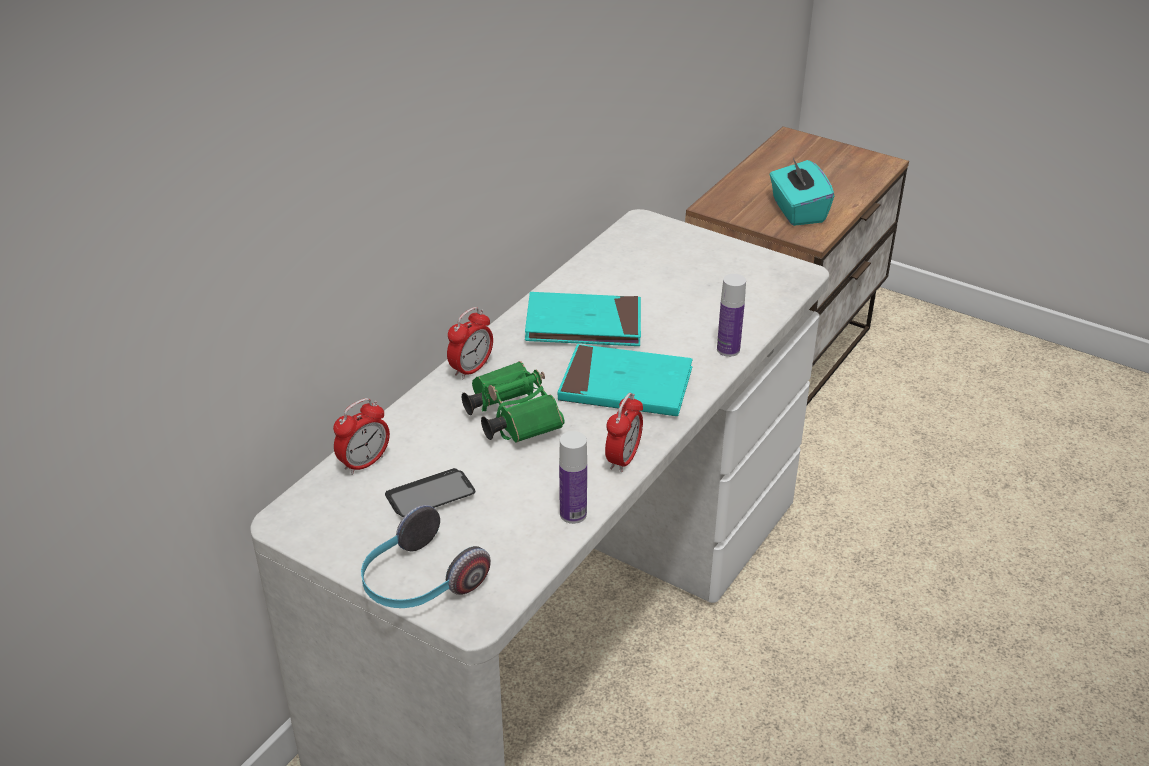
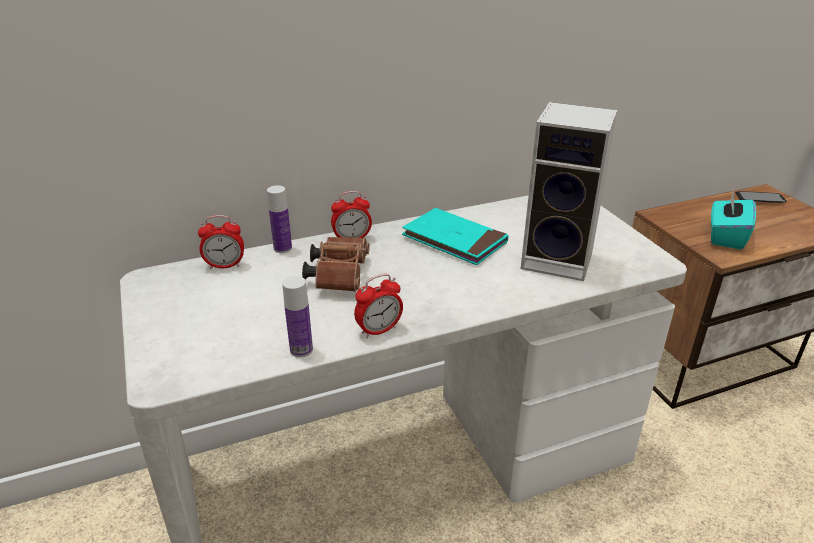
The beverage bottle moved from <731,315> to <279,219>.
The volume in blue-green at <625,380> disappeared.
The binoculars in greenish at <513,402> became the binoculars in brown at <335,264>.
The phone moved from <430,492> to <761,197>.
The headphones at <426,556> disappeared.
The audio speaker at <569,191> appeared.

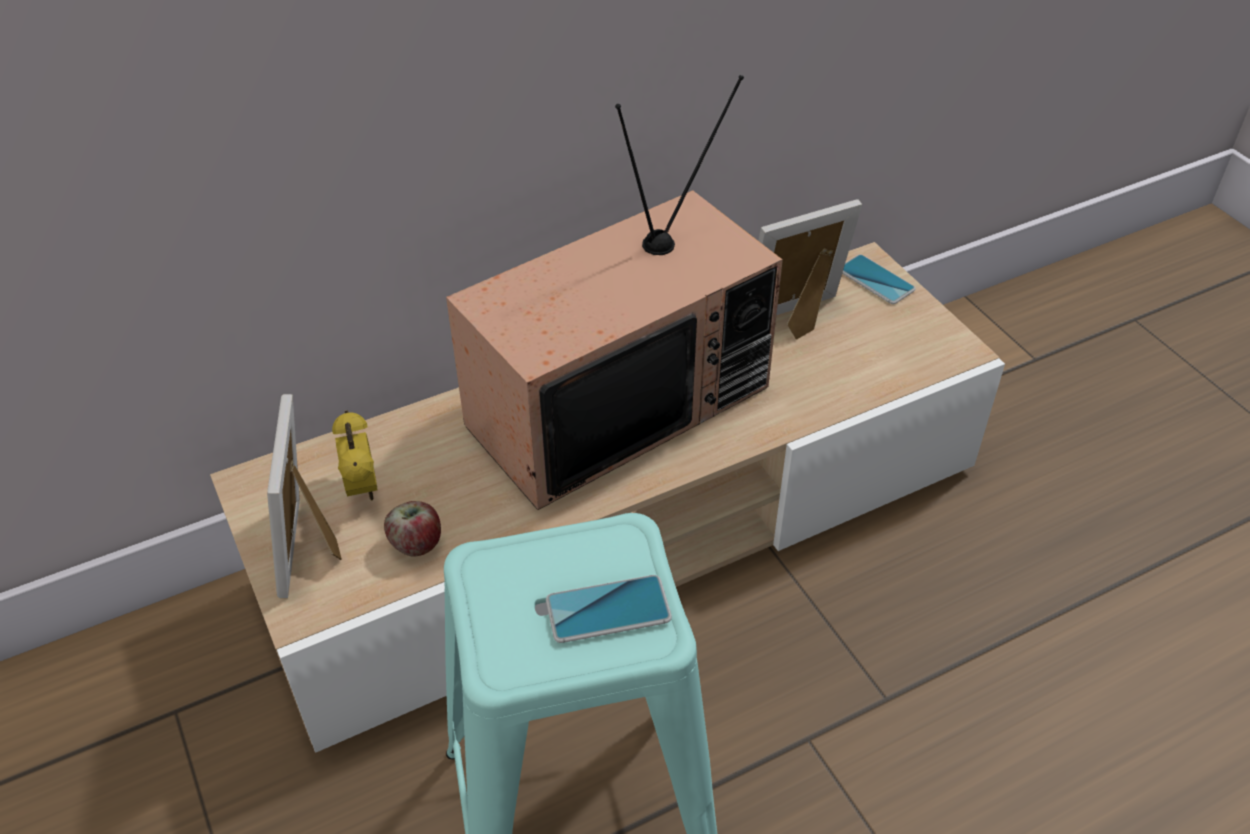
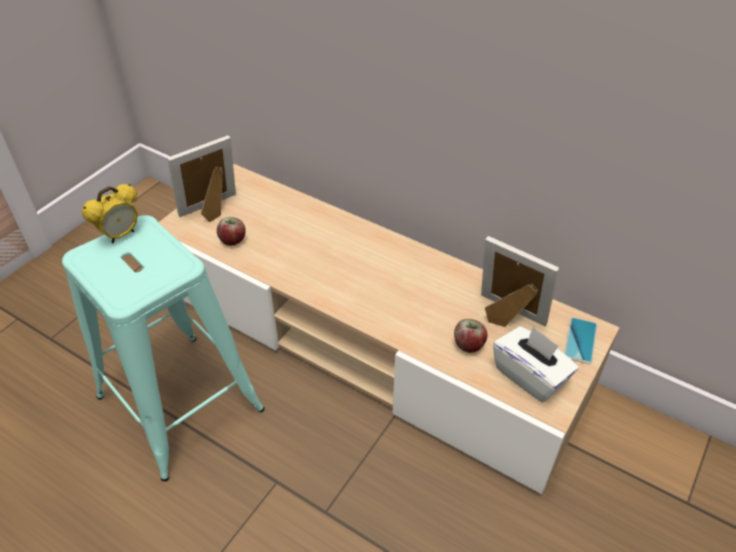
The TV set at <614,292> disappeared.
The alarm clock moved from <355,455> to <110,213>.
The phone at <609,609> disappeared.
The whole apple at <470,336> appeared.
The tissue box in white-coloured at <535,364> appeared.

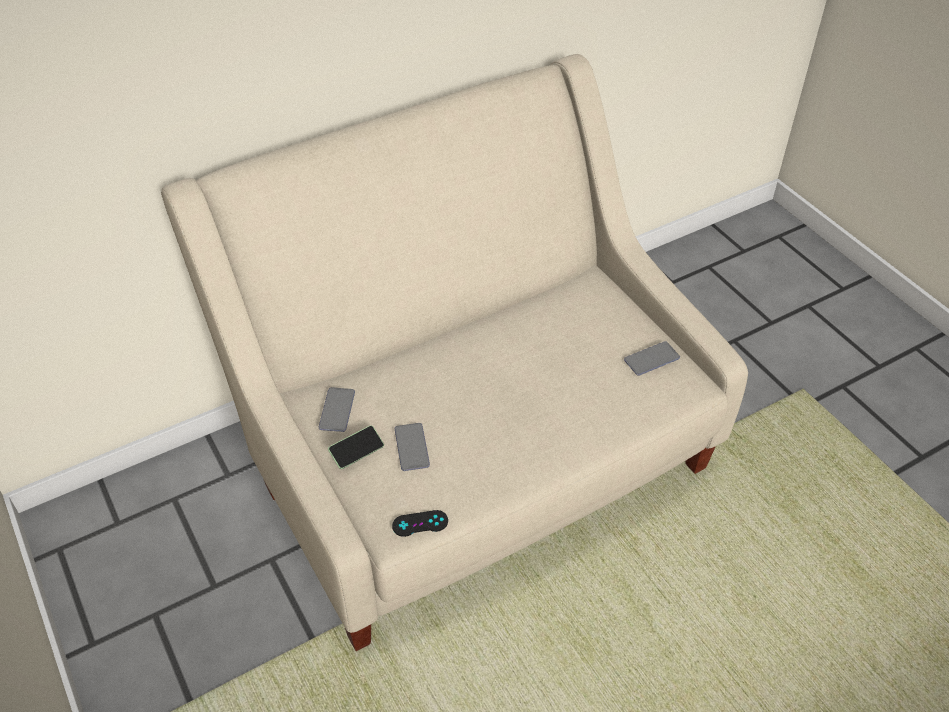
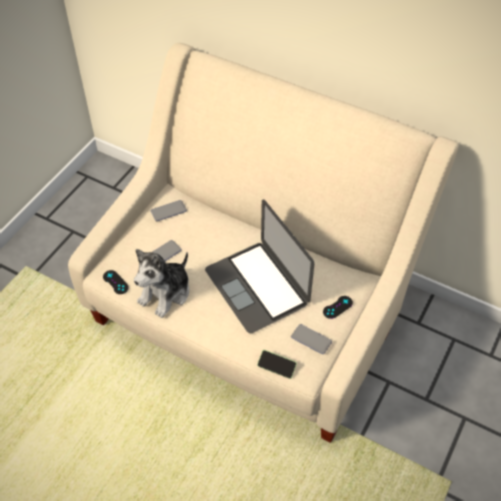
The phone moved from <356,447> to <277,364>.
The notebook computer at <259,266> appeared.
The cuddly toy at <161,283> appeared.
The game controller in blackish at <338,307> appeared.

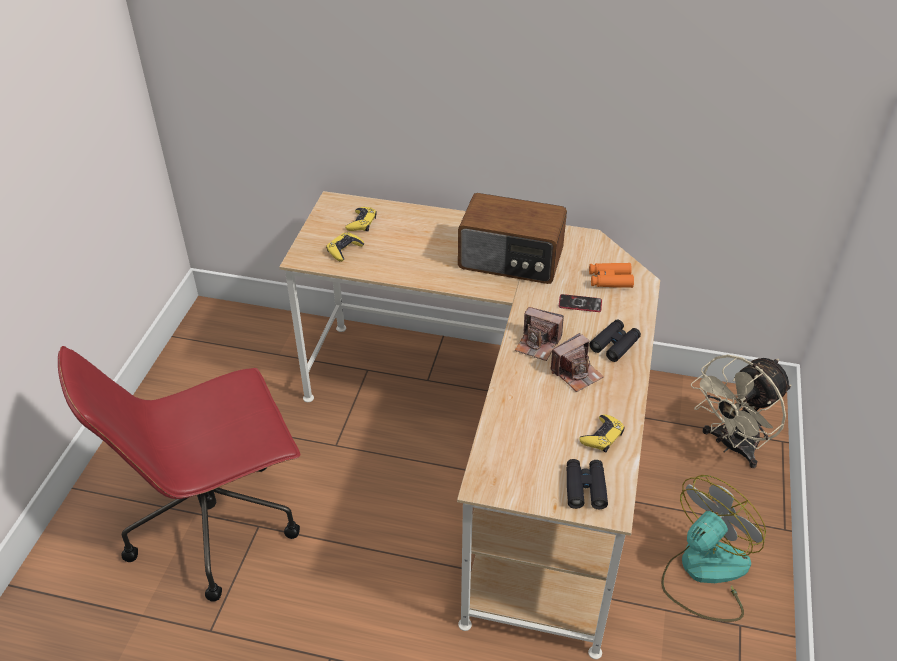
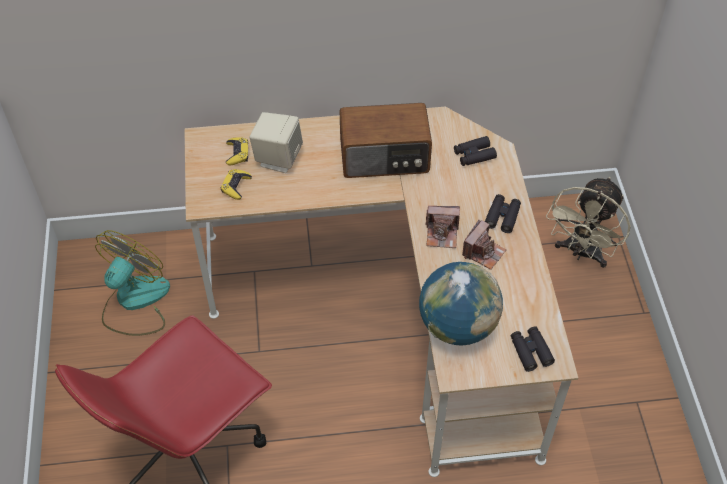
The binoculars in orange at <611,275> became the binoculars in blackish at <475,151>.
The phone at <580,303> disappeared.
The game controller in yellow-coloured at <602,433> disappeared.
The electric fan moved from <713,548> to <132,283>.
The audio speaker in beige-coloured at <276,142> appeared.
The world globe at <461,303> appeared.

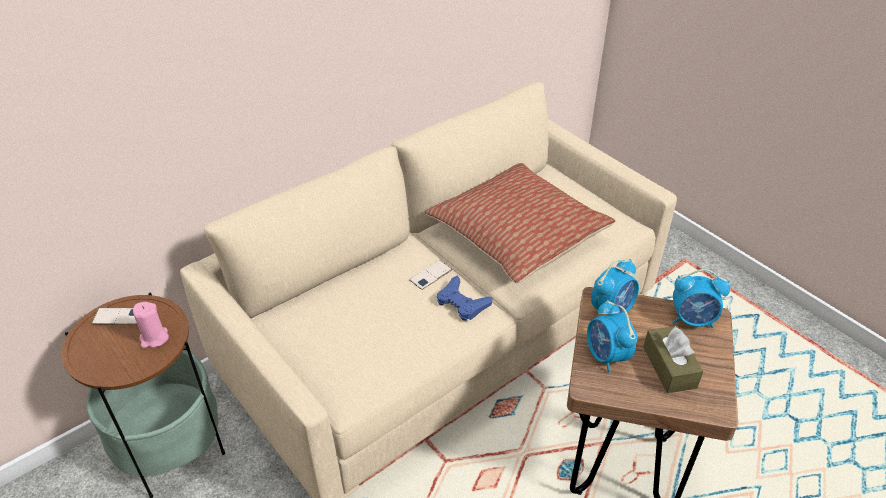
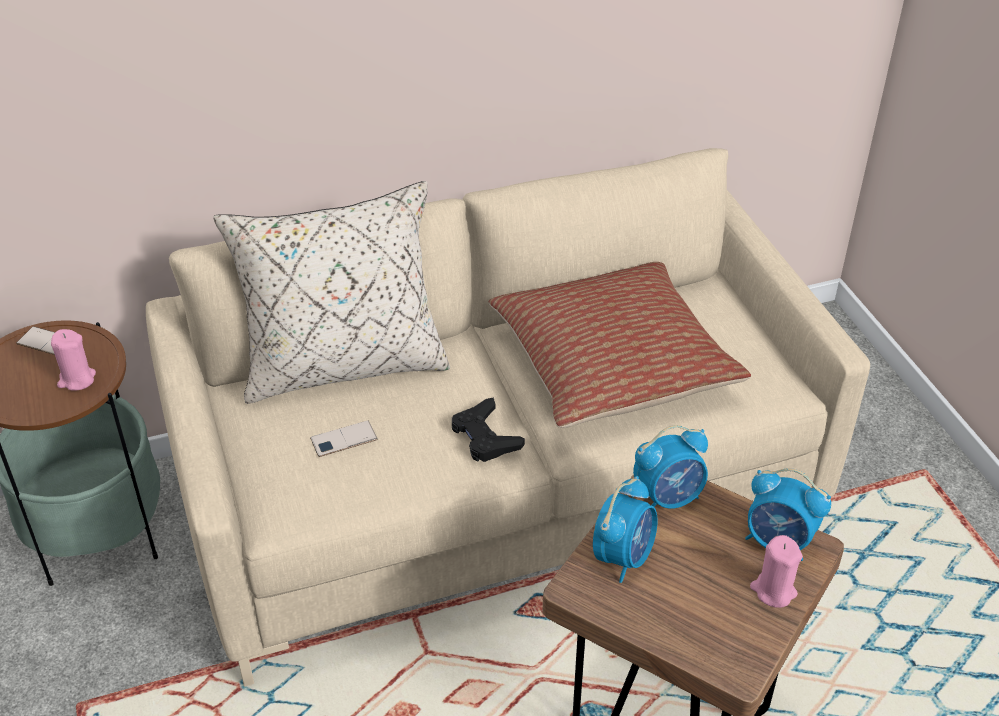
The phone moved from <430,275> to <344,439>.
The game controller in blue-coloured at <464,298> became the game controller in blackish at <488,429>.
The alarm clock at <612,336> turned 150 degrees counterclockwise.
The tissue box in brown at <673,359> disappeared.
The pillow in beige-coloured at <331,292> appeared.
The wax candle in pink at <776,571> appeared.

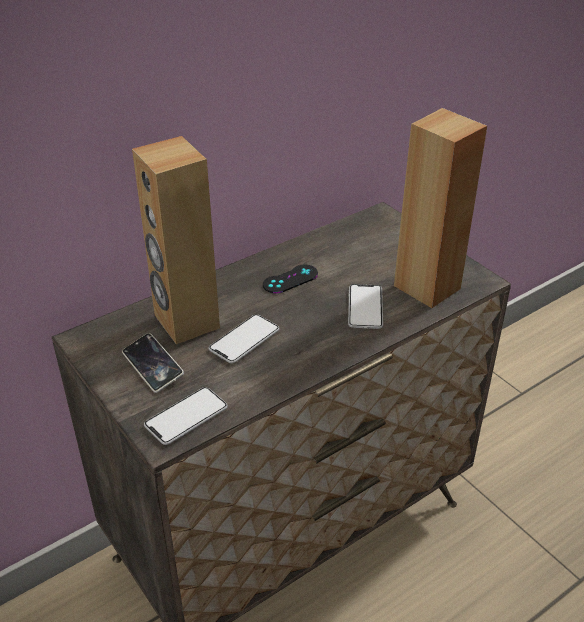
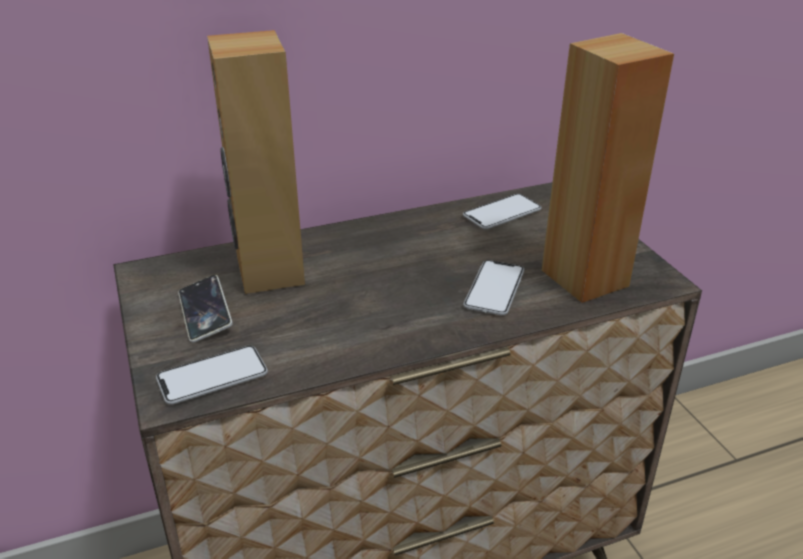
The game controller in blackish at <290,279> disappeared.
The phone moved from <244,338> to <502,211>.

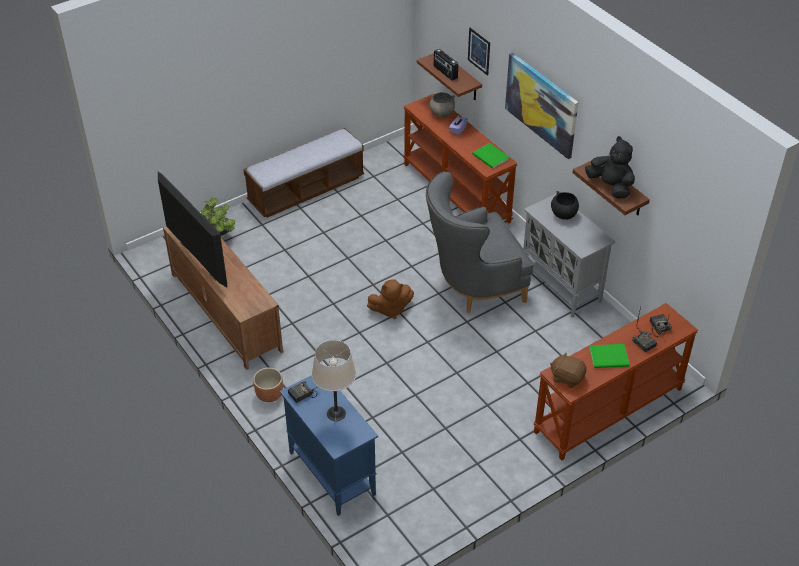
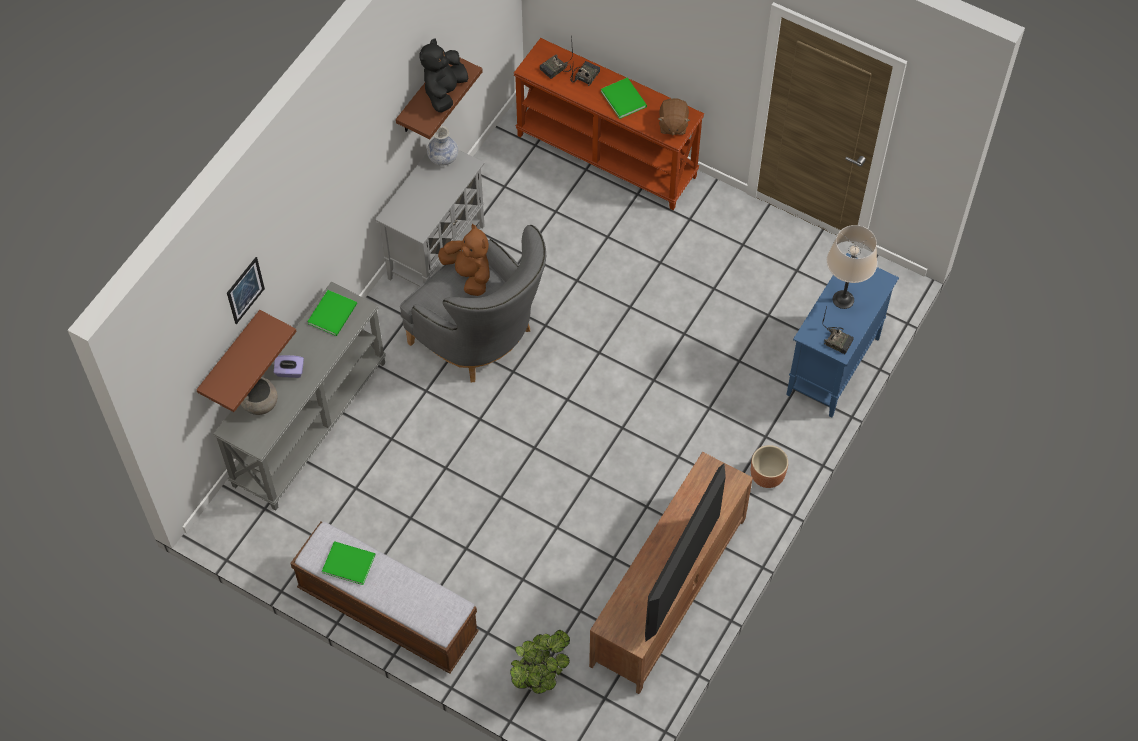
The radio set at <445,65> disappeared.
The wall picture at <541,106> disappeared.
The hall table in brown at <460,159> became the hall table in gray at <300,396>.
The deep dish in blackish at <565,205> disappeared.
The cuddly toy in brown moved from <390,299> to <464,260>.
The flower vase at <442,145> appeared.
The volume in greenish at <348,563> appeared.

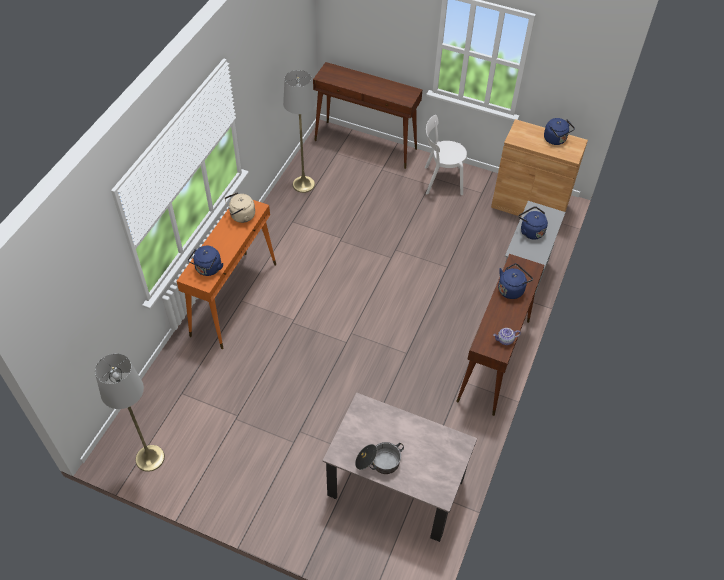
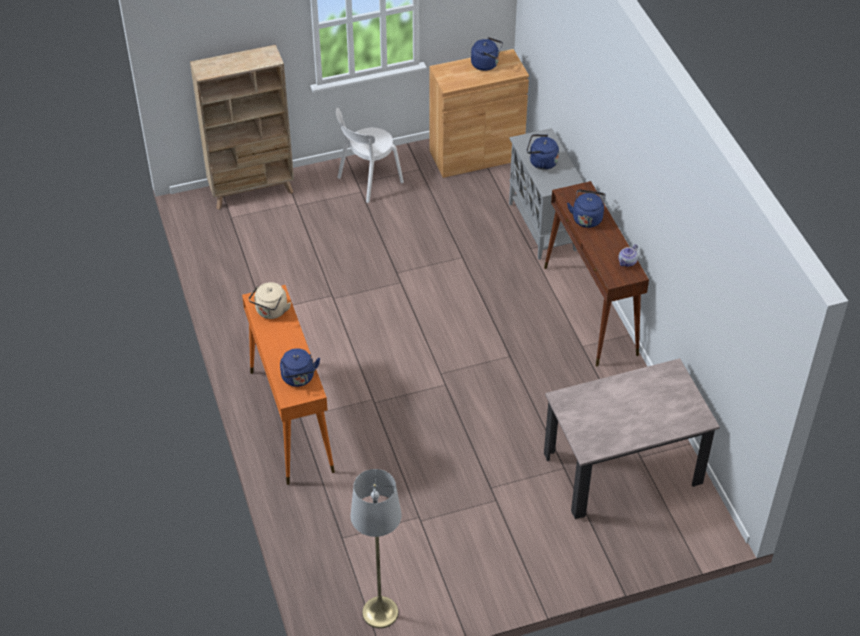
The hall table in brown at <368,115> was replaced by the bookcase in beige-coloured at <242,127>.
The floor lamp in gray at <299,131> disappeared.
The stockpot at <379,458> disappeared.

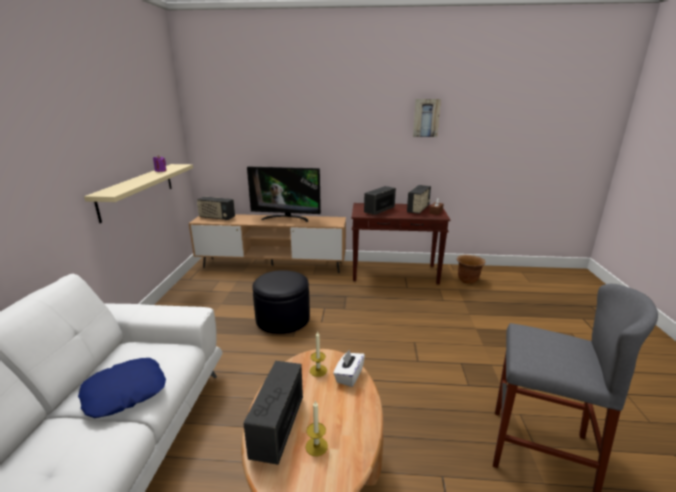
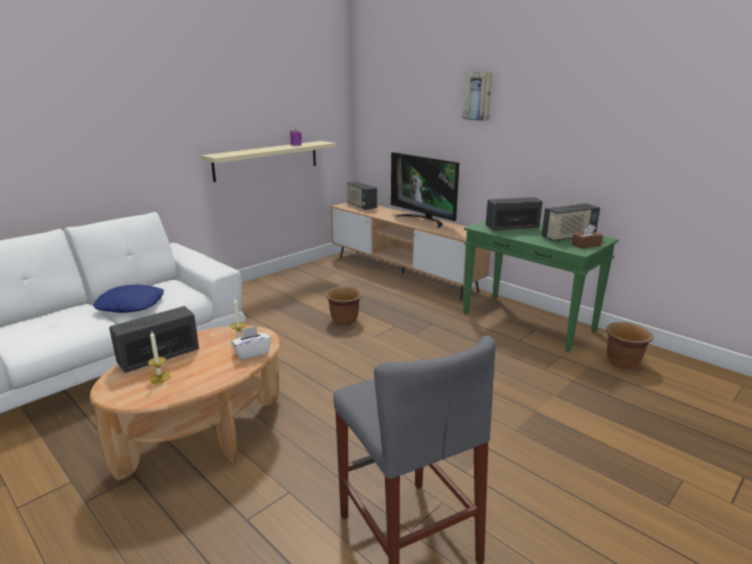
The wall picture moved from <427,118> to <477,96>.
The hall table in brown at <400,244> became the hall table in greenish at <540,286>.
The ottoman in blackish at <281,302> was replaced by the plant pot in brown at <344,305>.

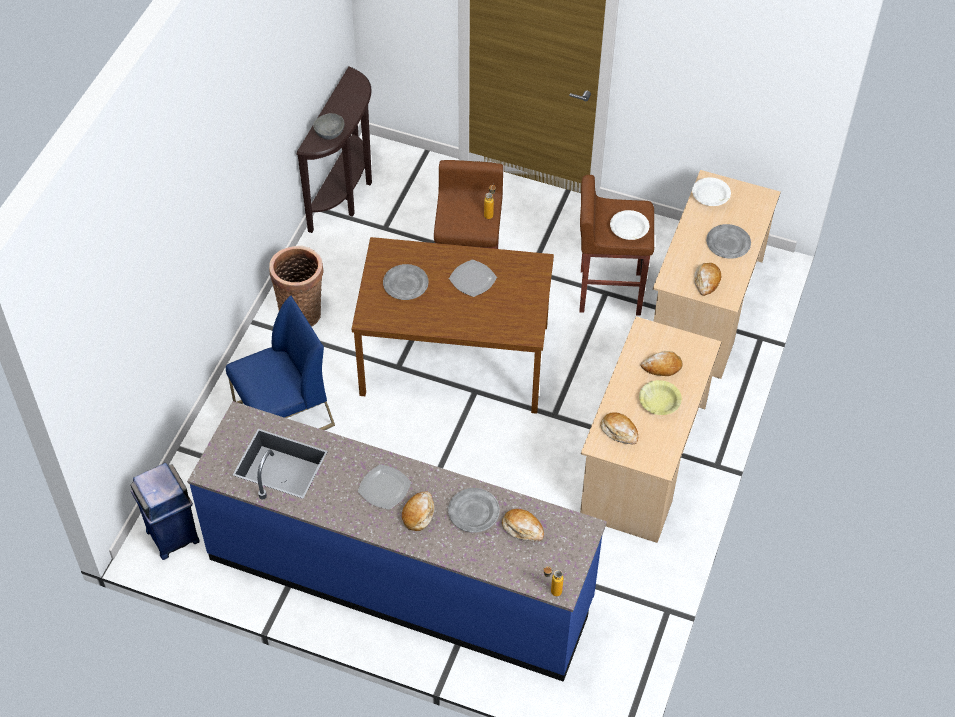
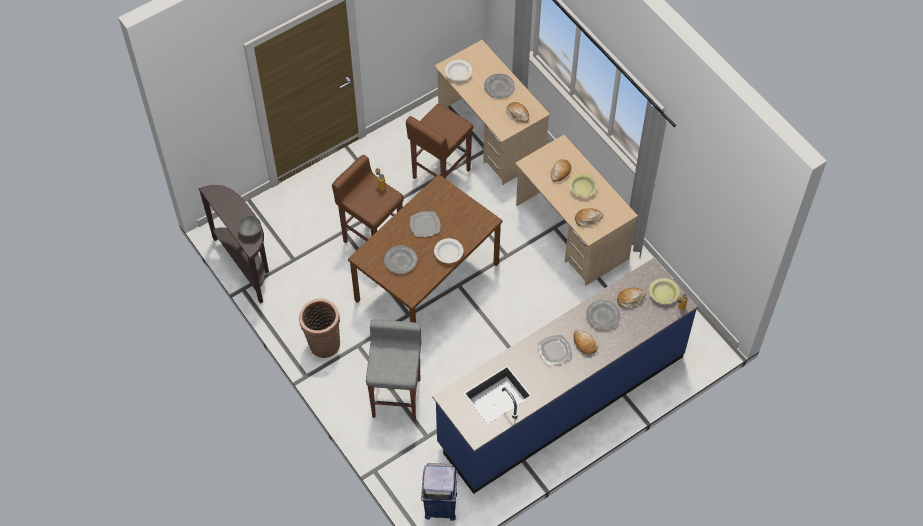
The deep dish in white-coloured moved from <629,225> to <448,250>.
The chair in blue-coloured at <280,363> was replaced by the stool in gray at <393,370>.
The deep dish in yellow-coloured at <664,291> appeared.

